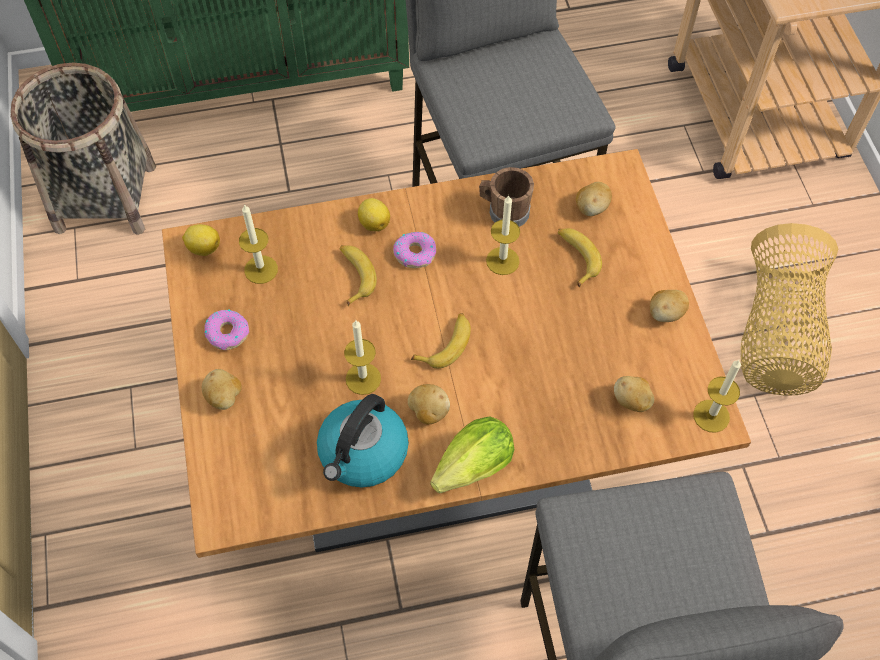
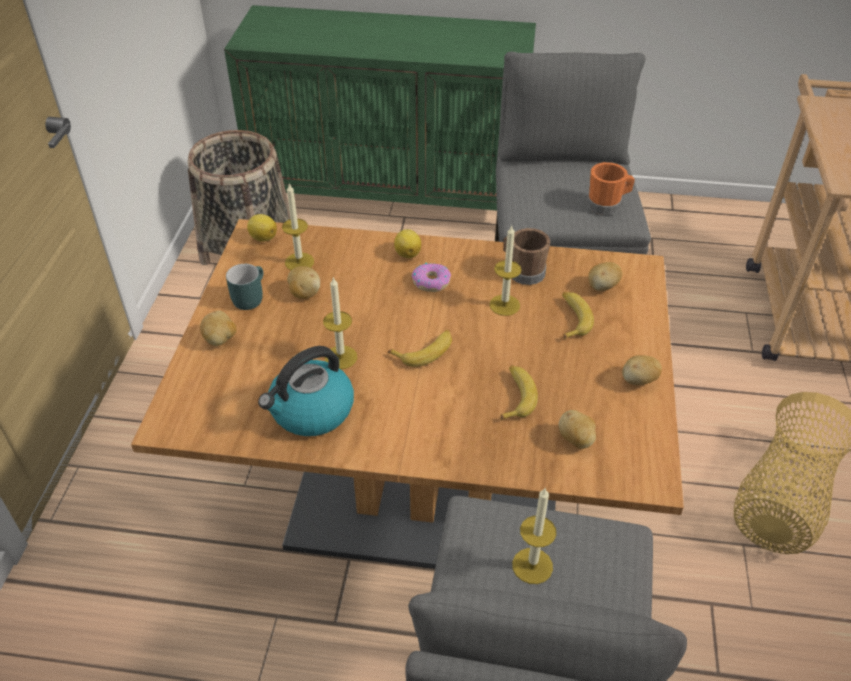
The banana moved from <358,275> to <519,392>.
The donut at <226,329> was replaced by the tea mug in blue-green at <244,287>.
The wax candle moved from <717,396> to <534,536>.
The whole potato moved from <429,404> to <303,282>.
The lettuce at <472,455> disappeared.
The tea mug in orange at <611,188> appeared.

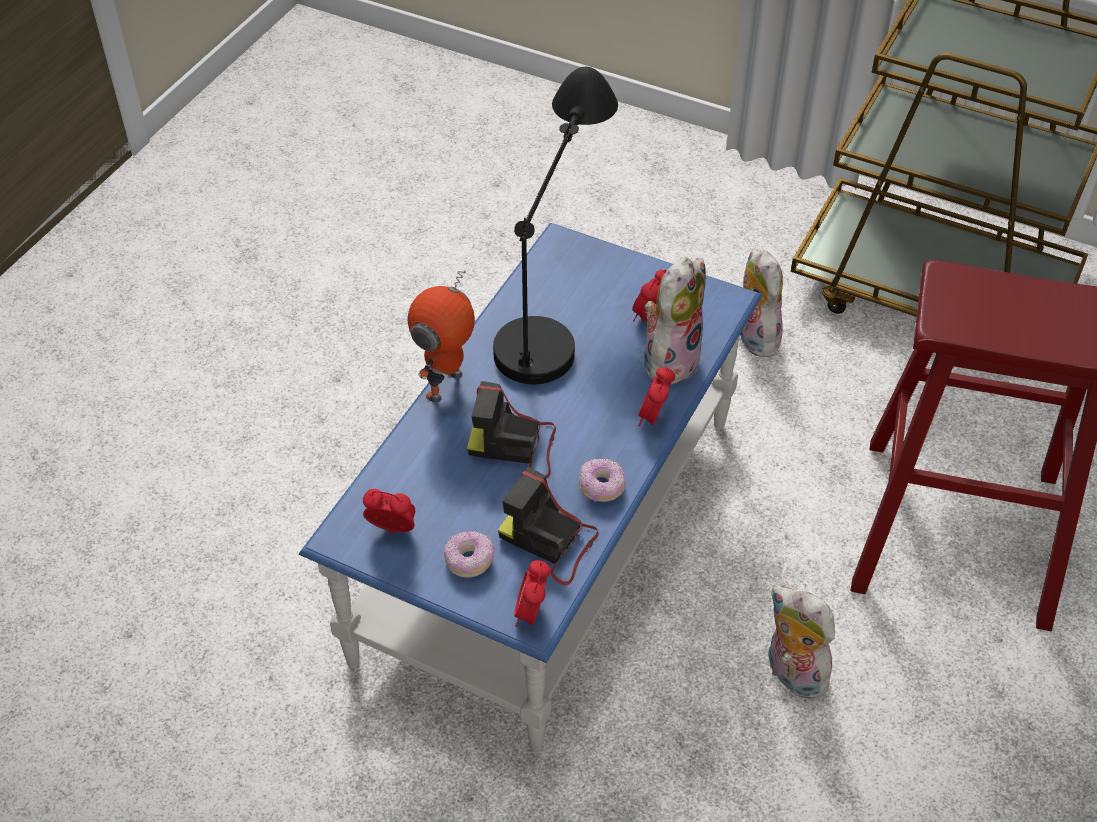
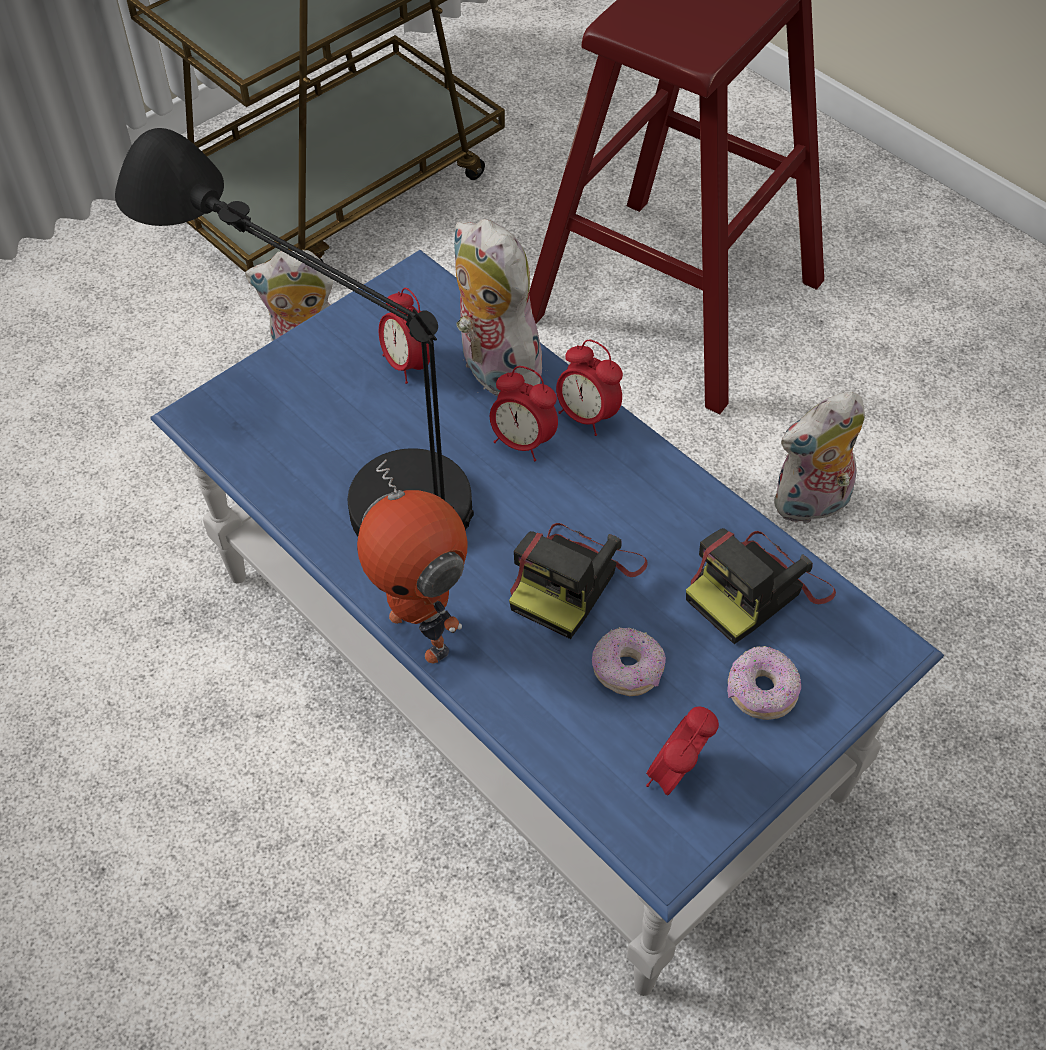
The donut moved from <602,480> to <629,661>.
The alarm clock moved from <532,593> to <524,413>.

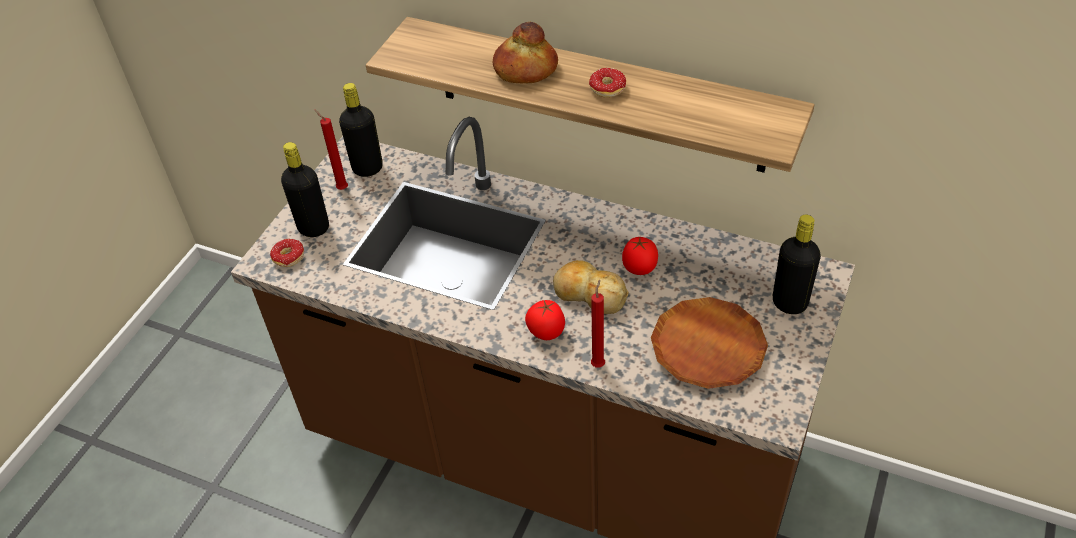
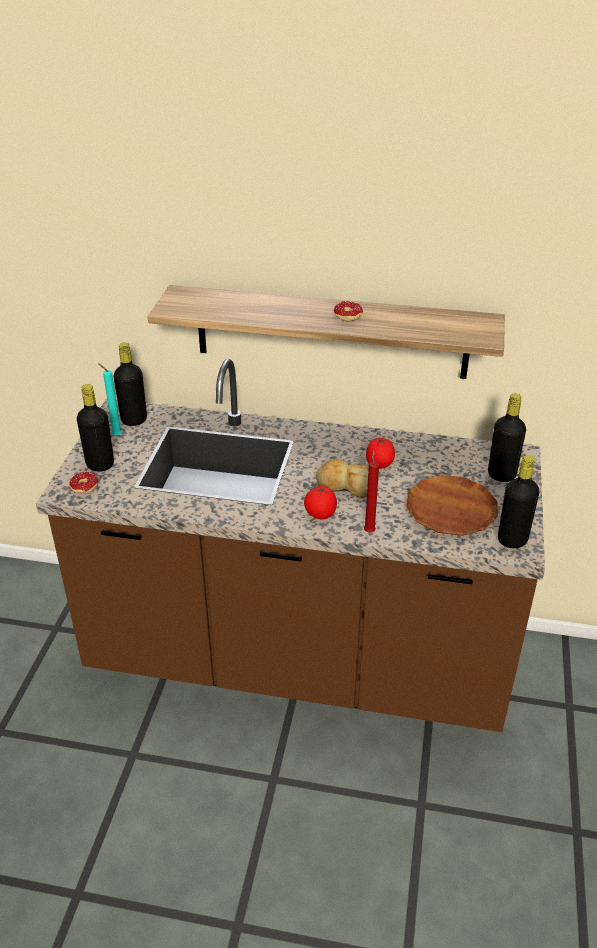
The bread at <525,53> disappeared.
The wax candle in reddish at <331,150> became the wax candle in blue-green at <110,399>.
The beverage bottle in blackish at <518,501> appeared.

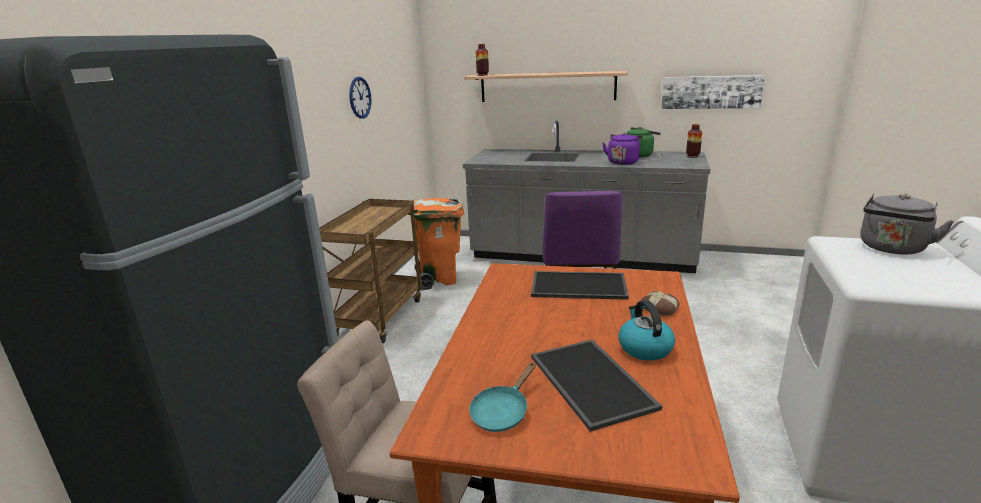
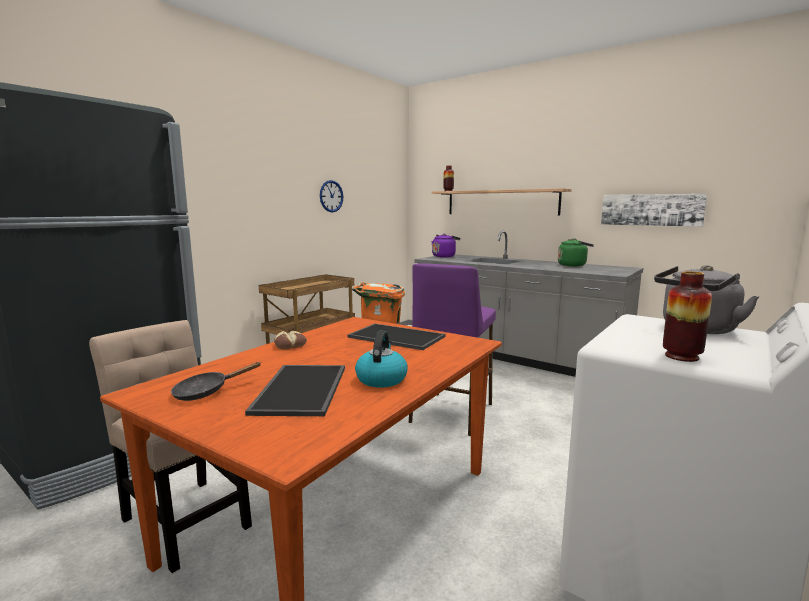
The flower vase moved from <694,141> to <687,316>.
The tea kettle in purple-coloured moved from <622,149> to <445,245>.
The bread moved from <660,303> to <290,340>.
The pan in blue-green at <502,397> became the pan in blackish at <216,381>.

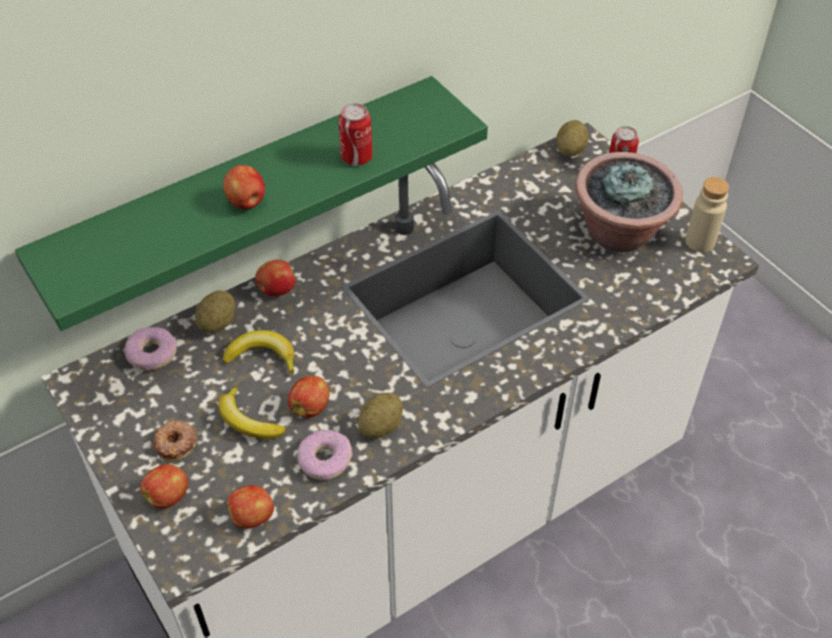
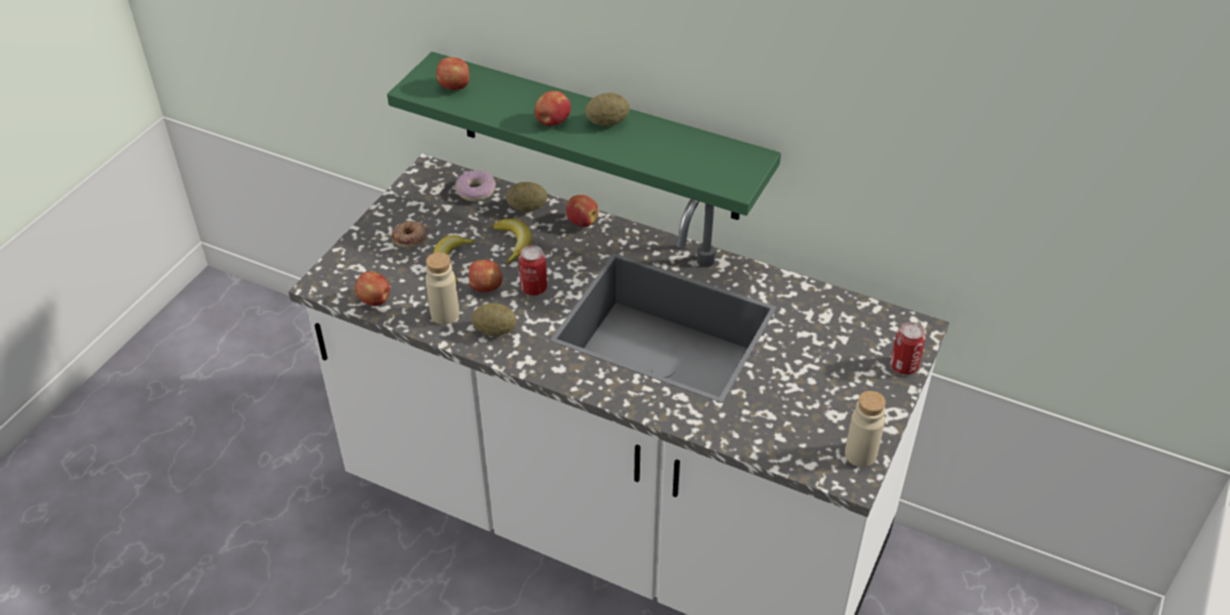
The can moved from <355,134> to <533,270>.
The whole potato moved from <572,138> to <607,109>.
The potted plant at <629,202> disappeared.
The donut at <325,455> was replaced by the beverage bottle in beige-coloured at <442,288>.
The whole apple moved from <164,486> to <452,73>.

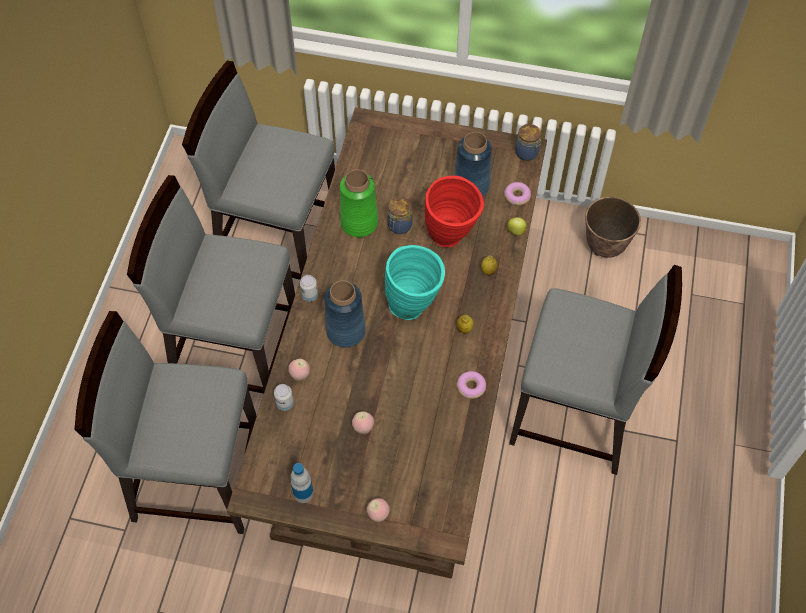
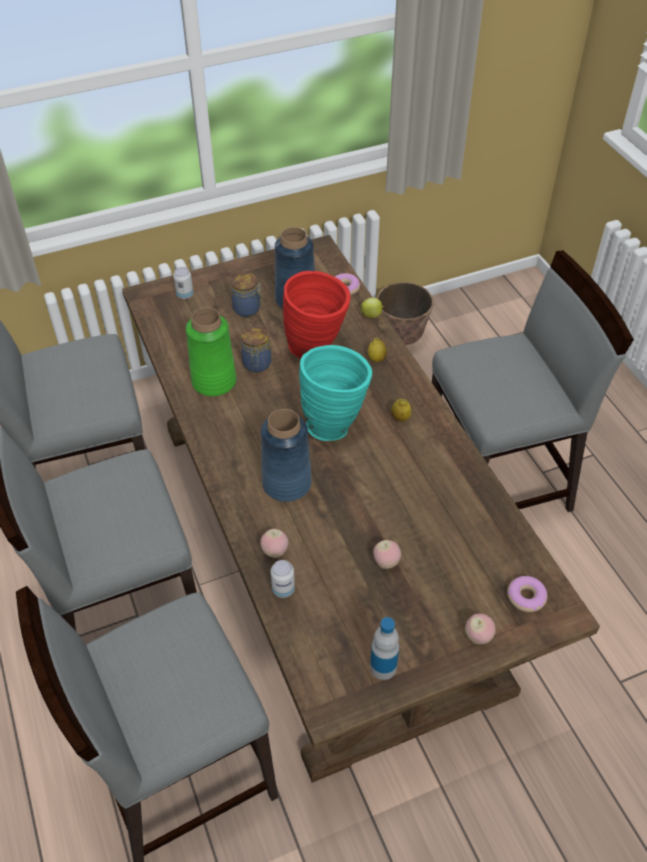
The preserve jar moved from <528,142> to <247,295>.
The can moved from <309,288> to <183,283>.
The donut moved from <471,385> to <527,594>.

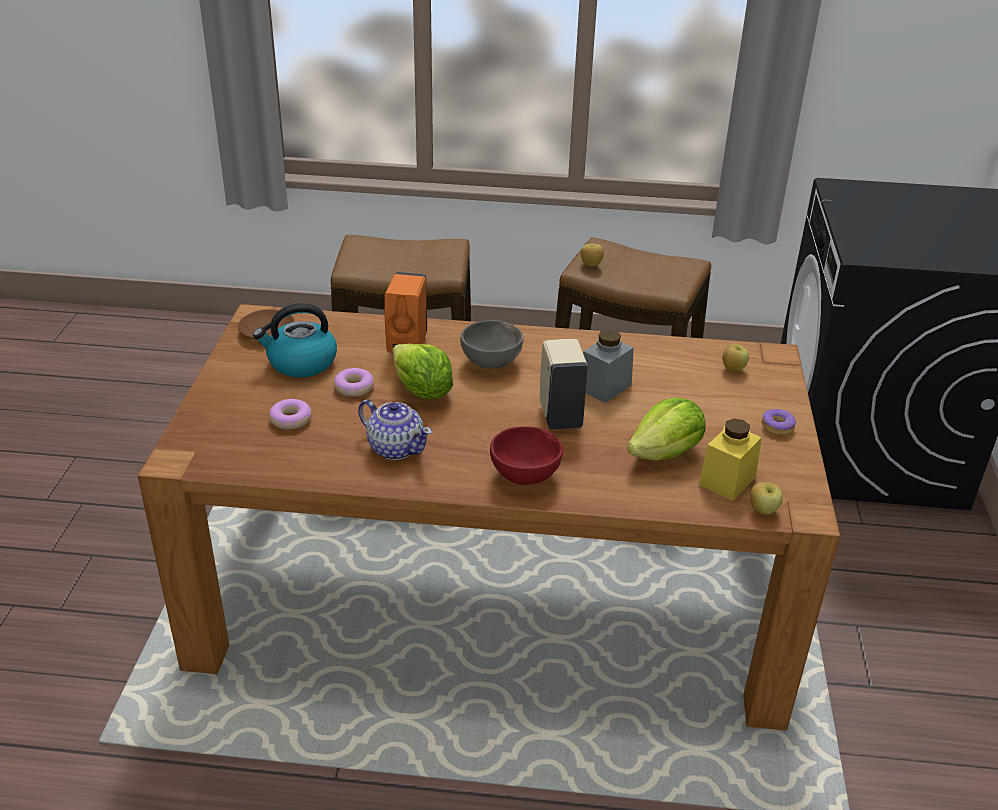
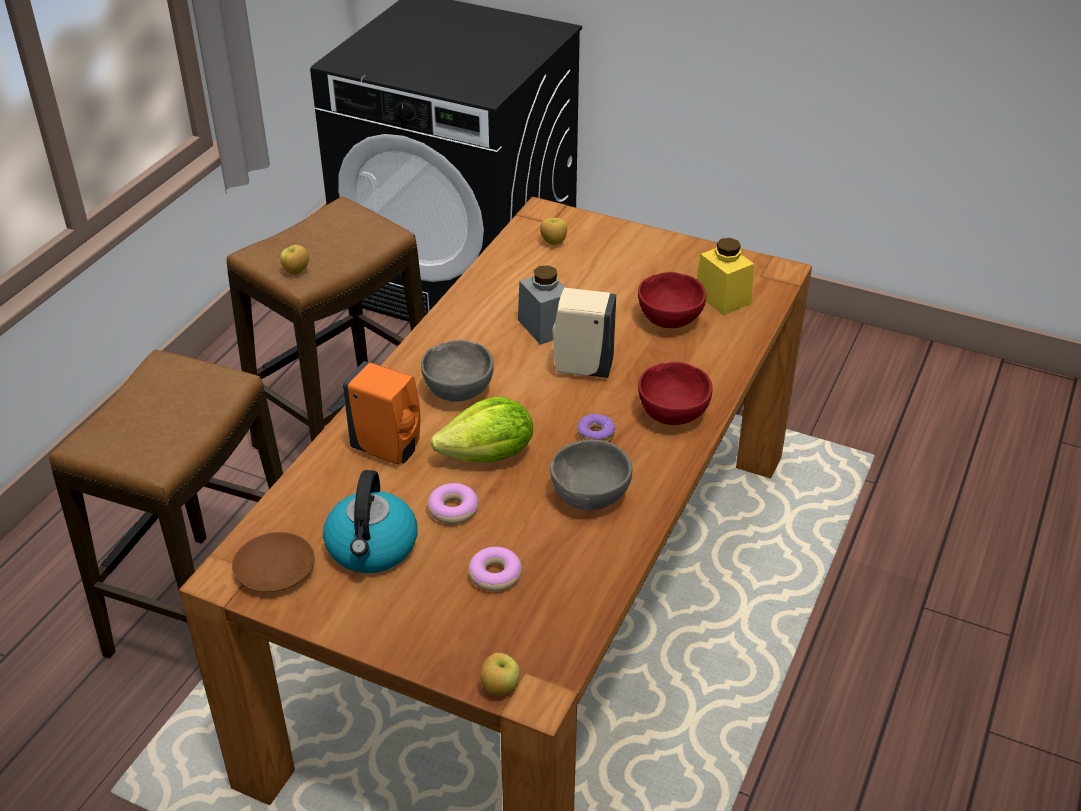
The lettuce at <666,429> was replaced by the deep dish in reddish at <672,300>.
The tea pot at <395,429> was replaced by the deep dish in gray at <591,474>.
The donut moved from <778,422> to <596,428>.
The whole apple moved from <766,498> to <500,674>.

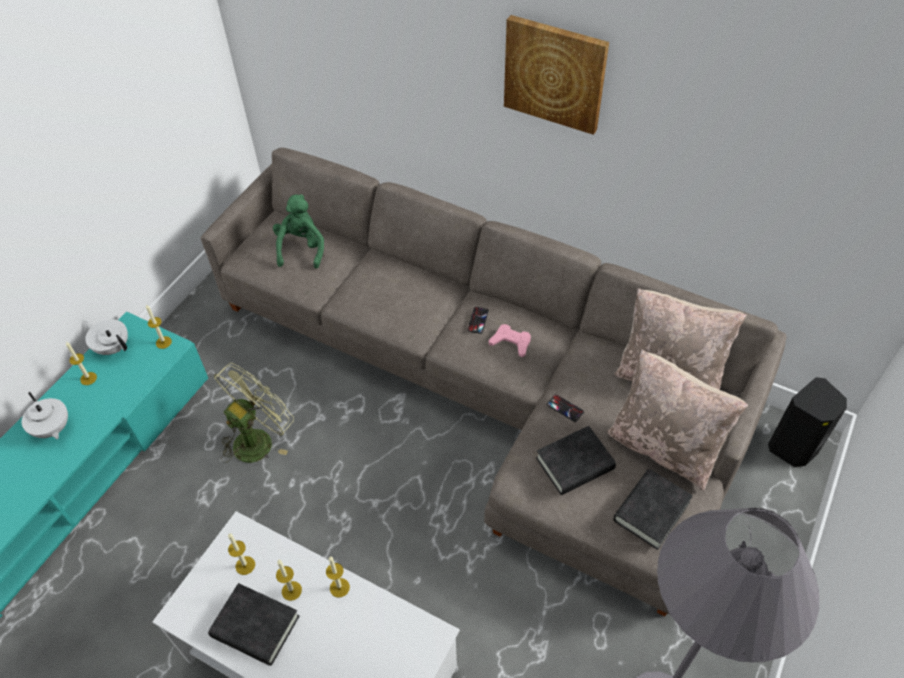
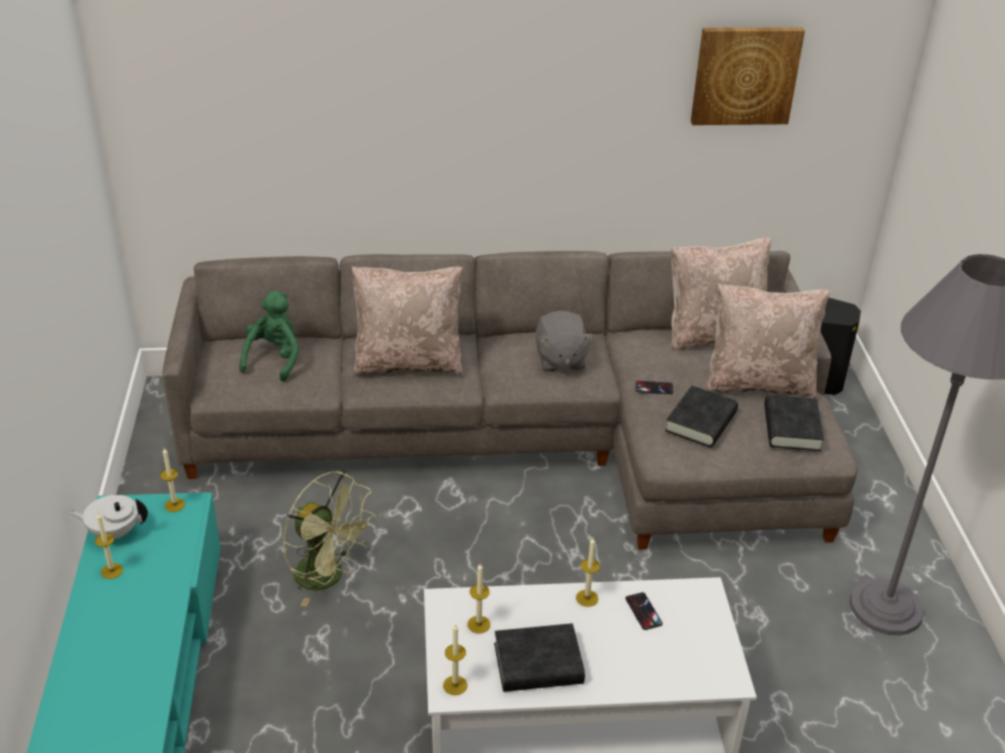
The wall picture moved from <556,75> to <748,76>.
The cuddly toy in greenish at <298,231> turned 45 degrees clockwise.
The phone moved from <478,320> to <644,611>.
The game controller in pink at <510,340> was replaced by the cuddly toy in gray at <565,341>.
The electric fan in greenish at <254,413> turned 120 degrees clockwise.
The tea pot in white-coloured at <45,415> disappeared.
The wax candle moved from <289,580> to <455,659>.
The pillow in beige-coloured at <407,320> appeared.

